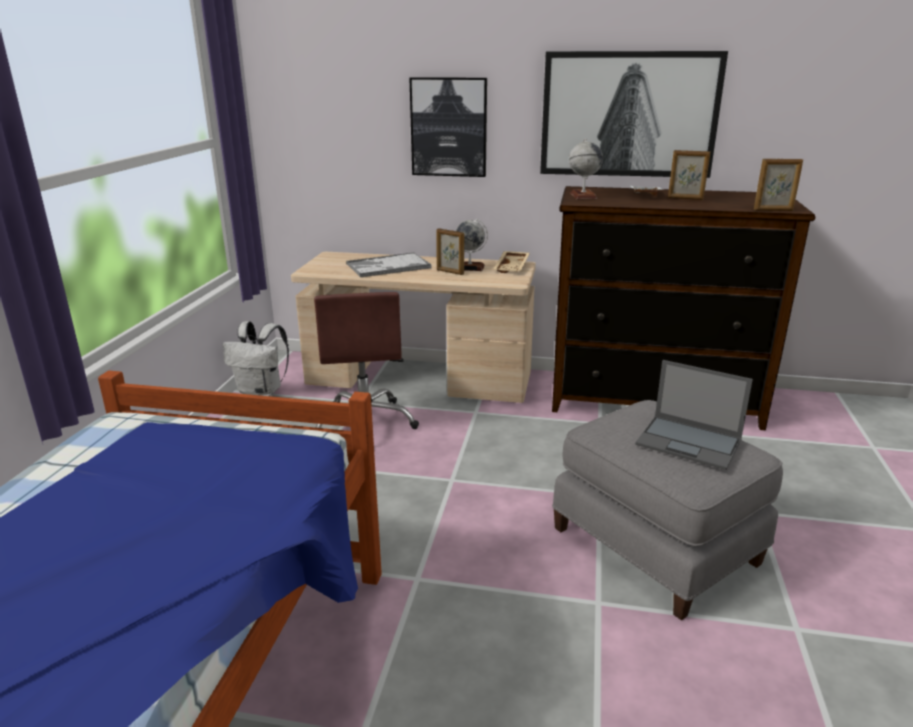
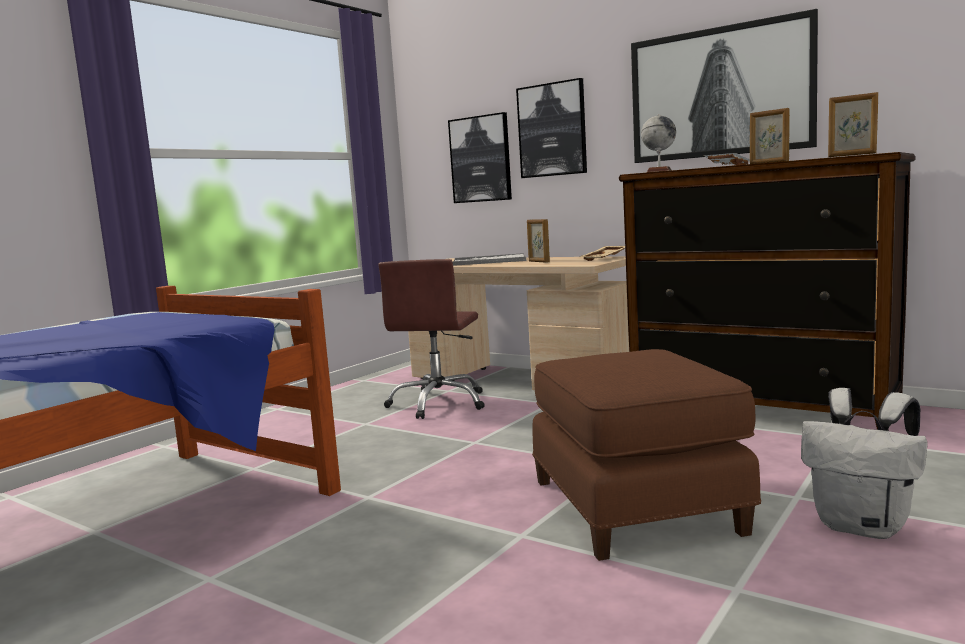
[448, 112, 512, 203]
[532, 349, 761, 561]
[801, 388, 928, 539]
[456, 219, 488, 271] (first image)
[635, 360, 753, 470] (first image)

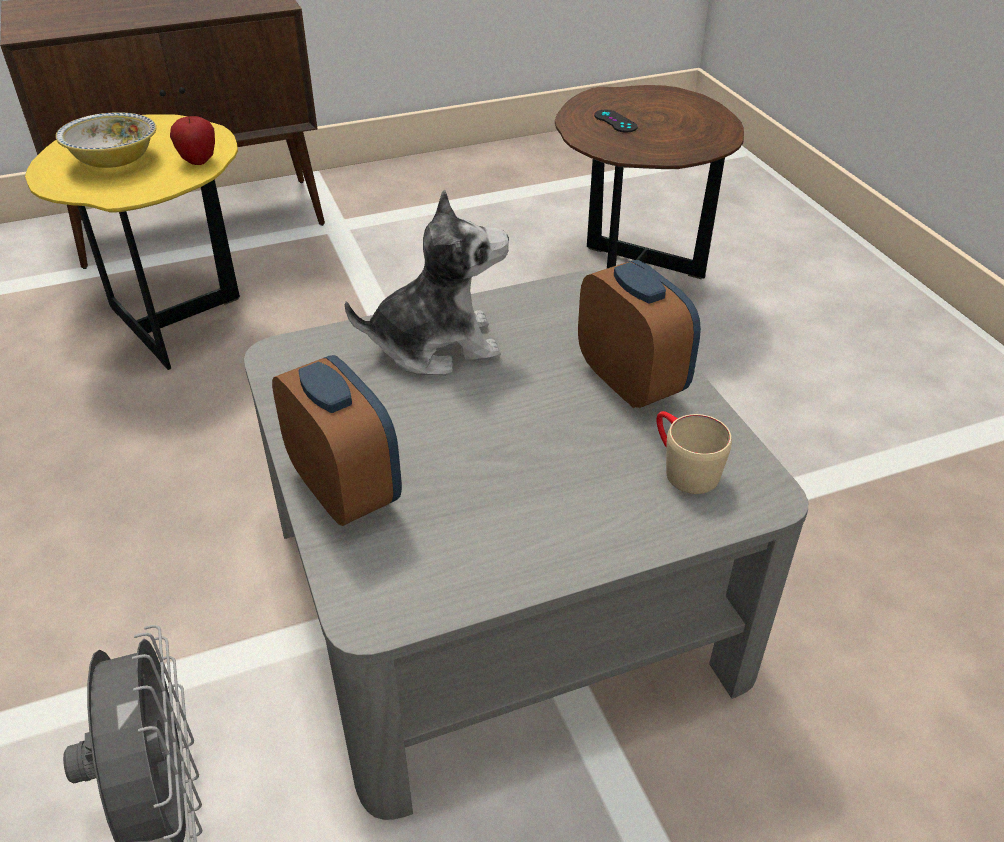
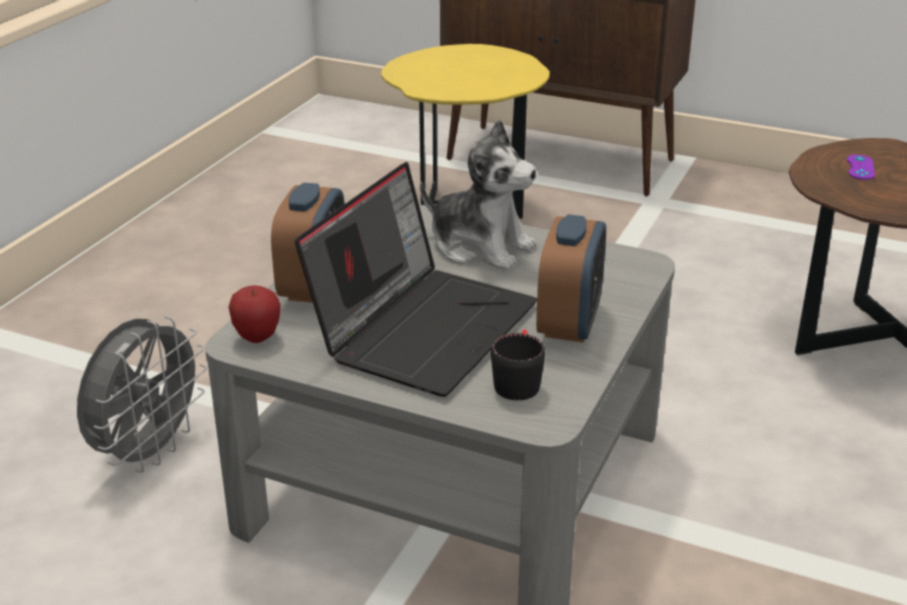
[228, 285, 281, 343]
[295, 162, 537, 397]
[491, 329, 545, 400]
[847, 155, 875, 180]
[56, 112, 156, 168] (first image)

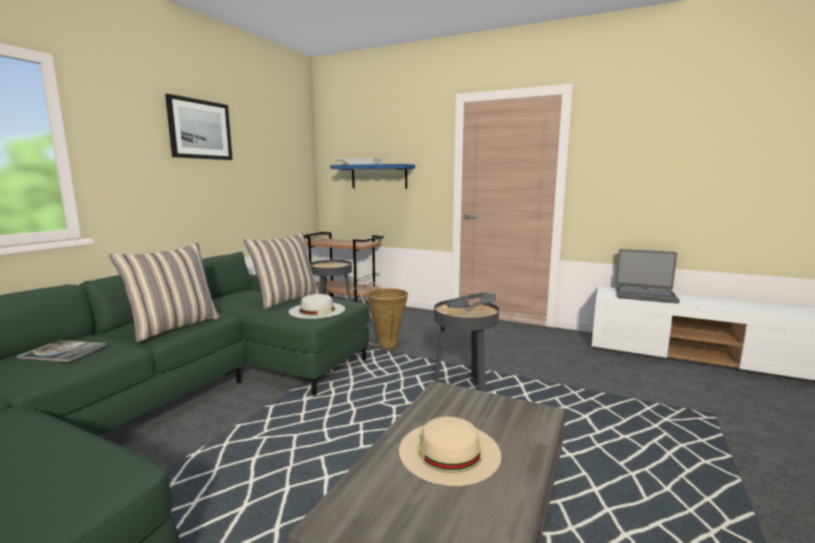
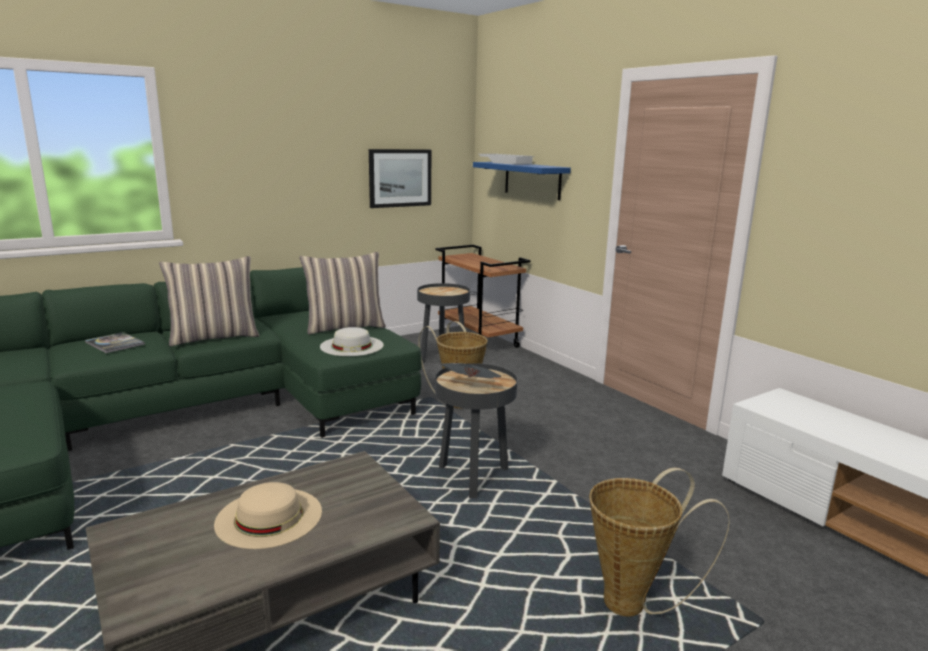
[369, 149, 431, 208]
[589, 468, 730, 617]
[615, 249, 680, 303] (first image)

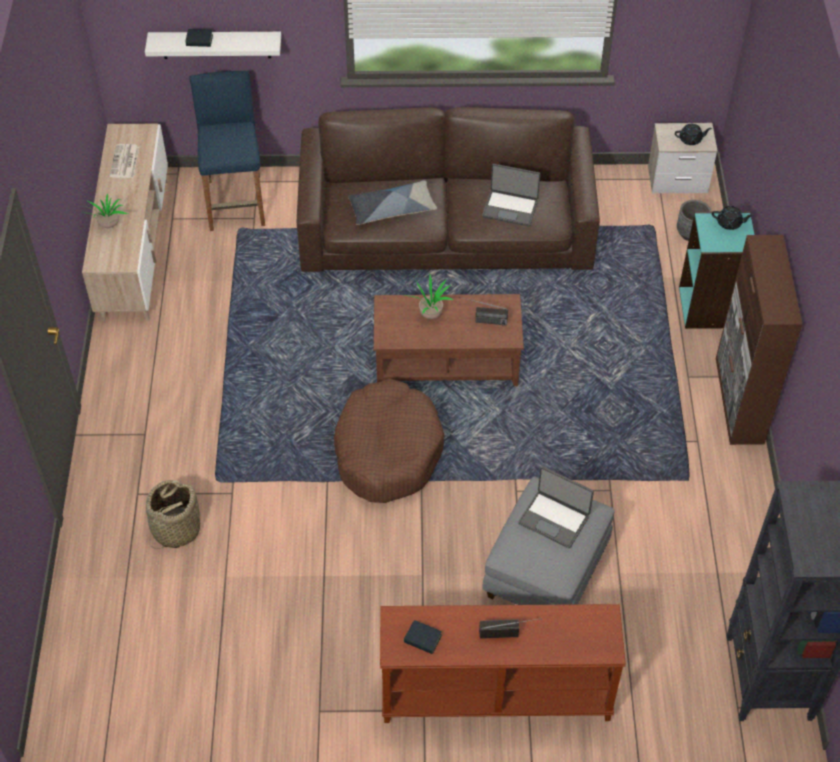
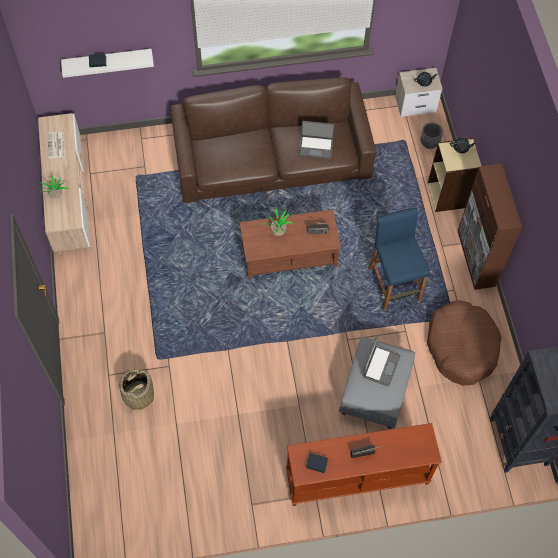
[362, 335, 401, 387]
[368, 208, 430, 311]
[427, 300, 501, 386]
[428, 138, 481, 212]
[348, 180, 437, 225] (first image)

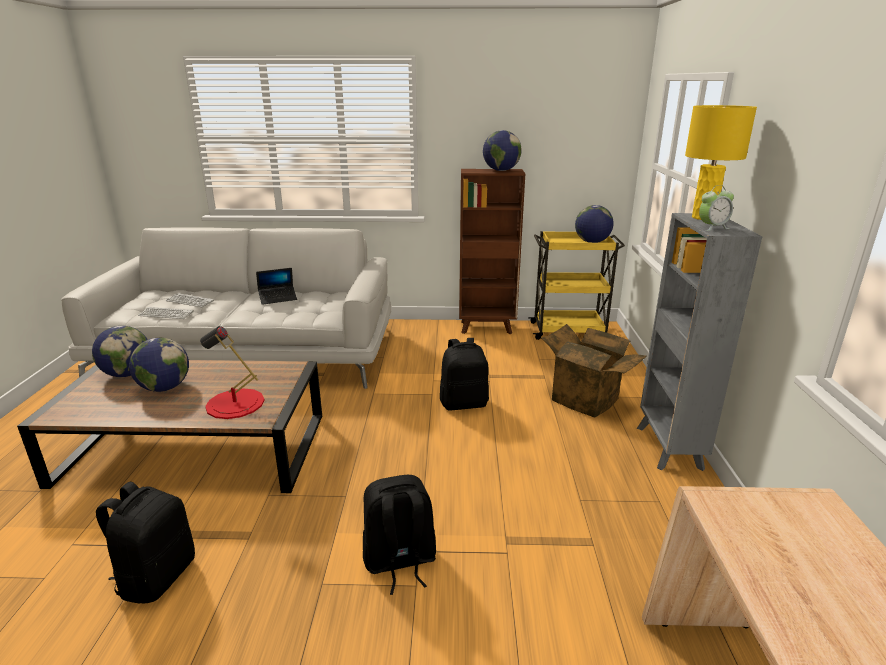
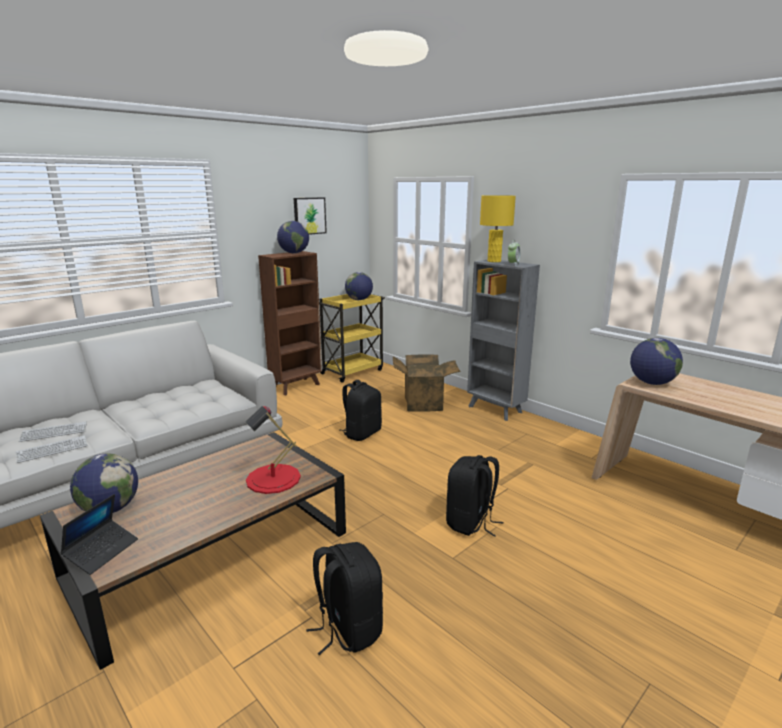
[60, 494, 138, 575]
[294, 197, 327, 235]
[630, 338, 683, 385]

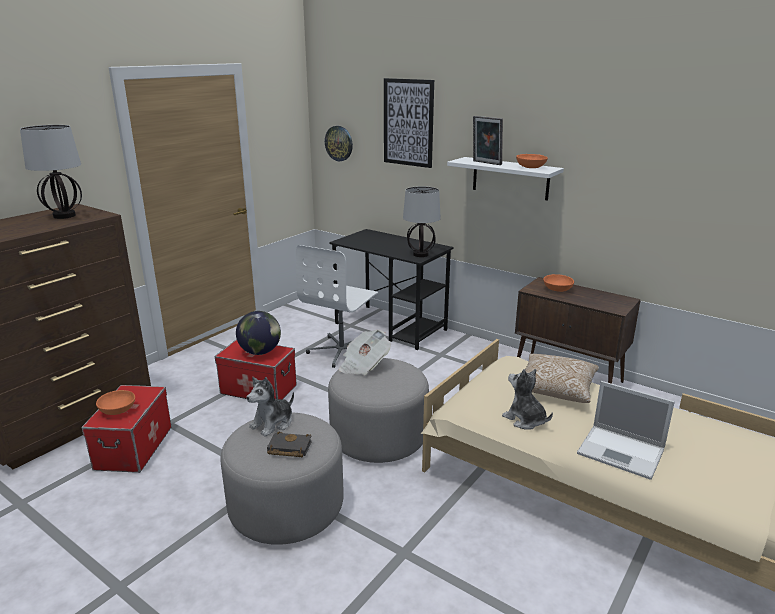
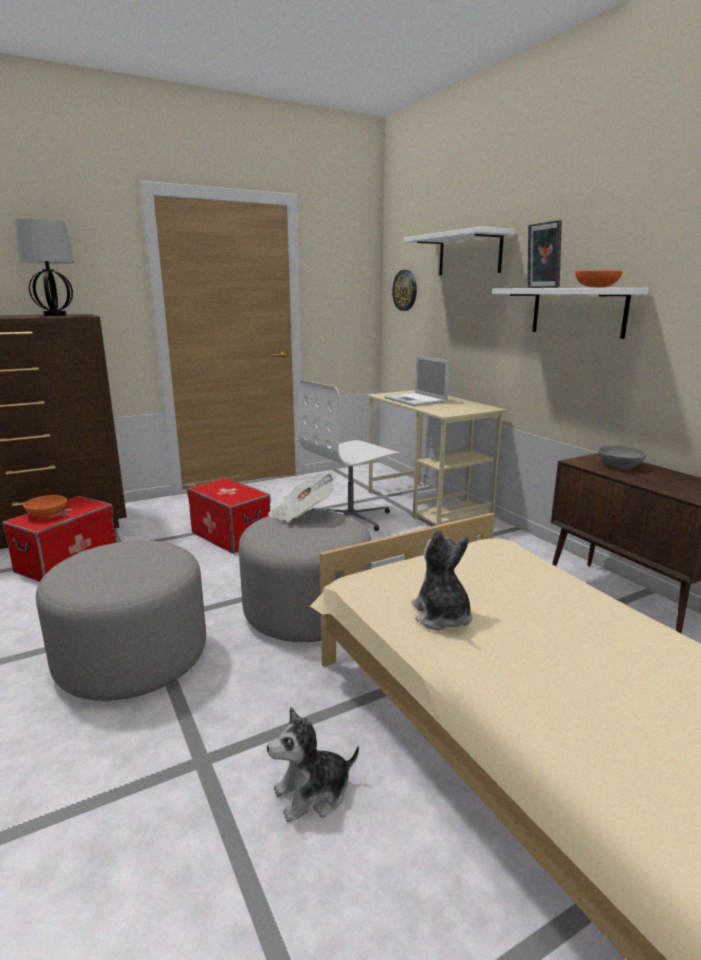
[267, 707, 359, 823]
[367, 390, 507, 526]
[385, 356, 450, 406]
[403, 227, 515, 275]
[598, 445, 646, 469]
[236, 311, 281, 355] (first image)
[267, 431, 312, 458] (first image)
[403, 186, 441, 257] (first image)
[525, 354, 599, 403] (first image)

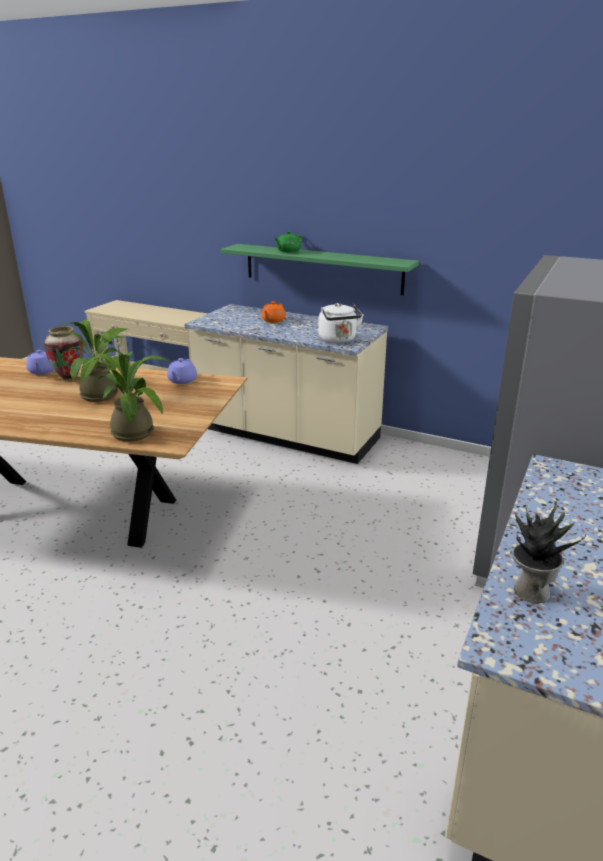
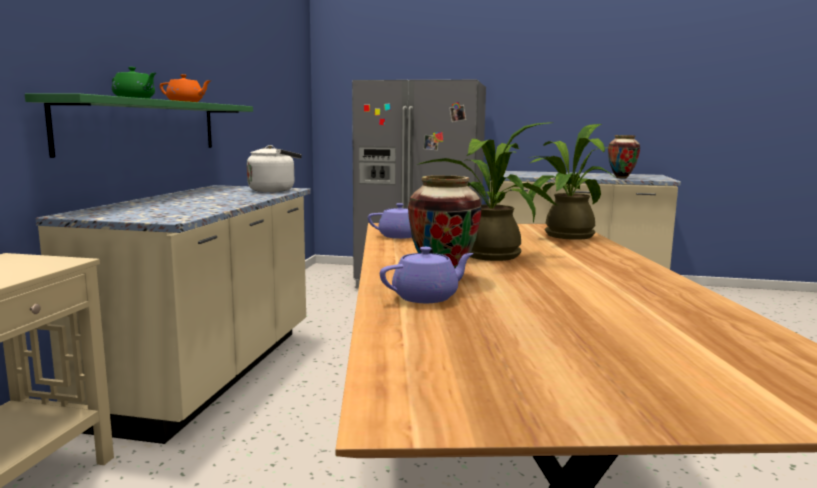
[160, 74, 212, 102]
[608, 135, 640, 179]

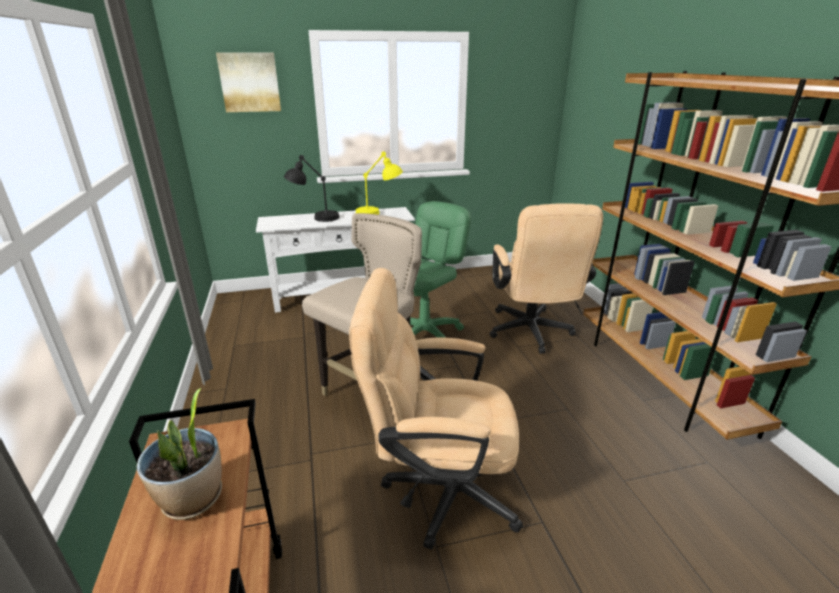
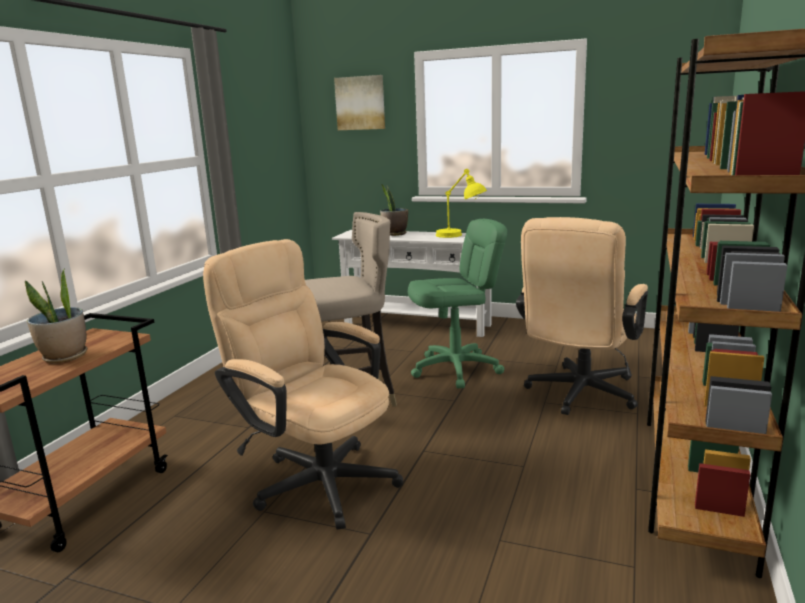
[380, 184, 408, 236]

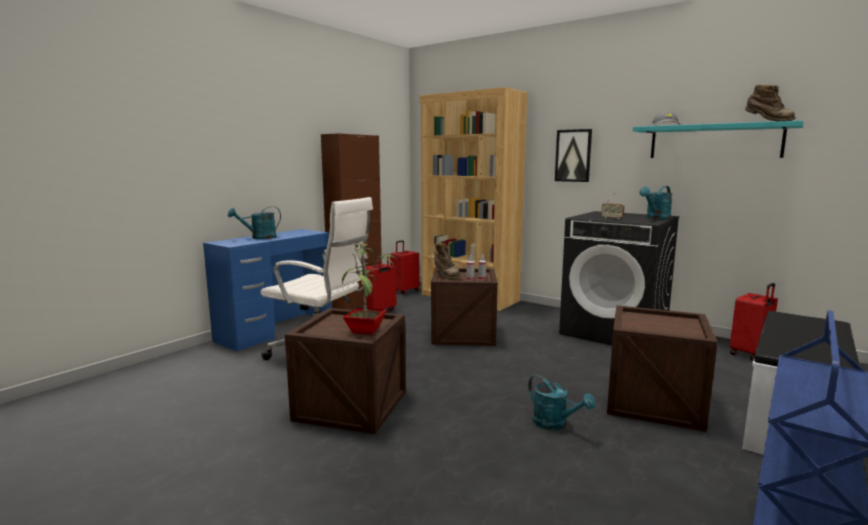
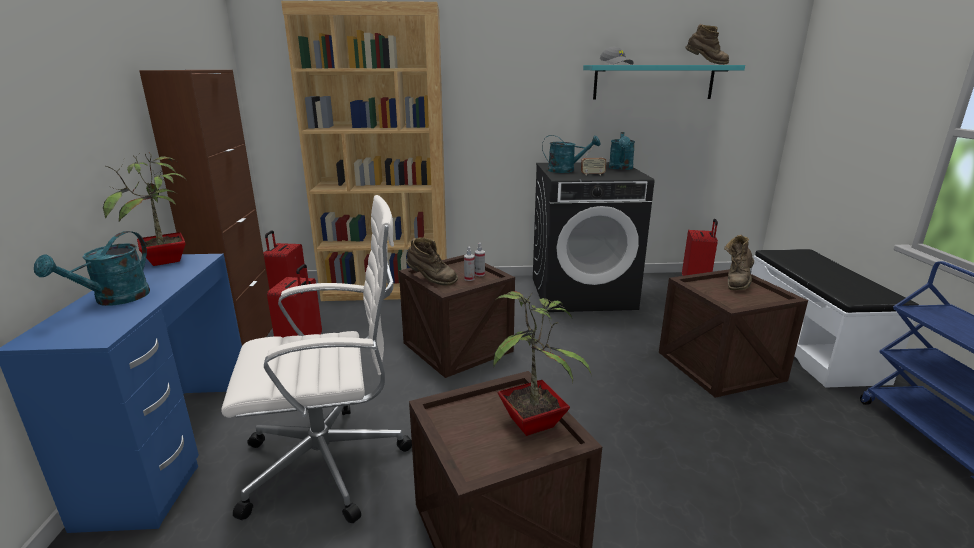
[103, 154, 186, 266]
[542, 135, 601, 173]
[724, 235, 754, 290]
[555, 129, 592, 182] (first image)

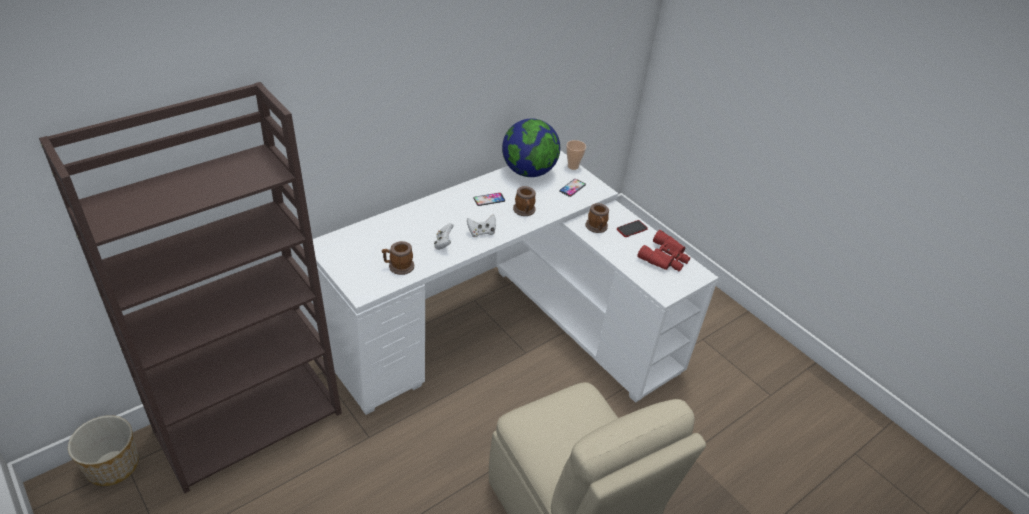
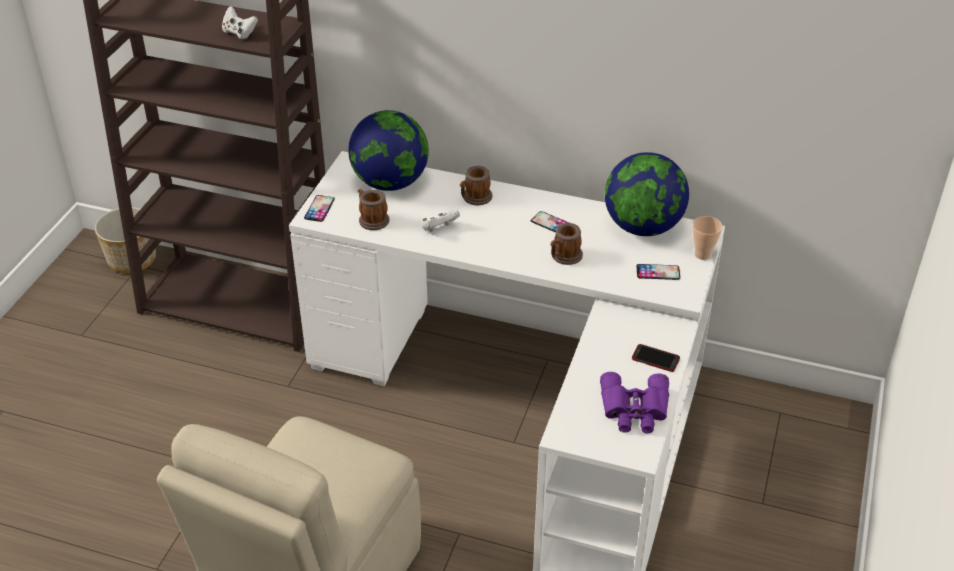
[222, 6, 258, 39]
[304, 195, 335, 222]
[348, 110, 429, 191]
[460, 166, 492, 205]
[600, 372, 669, 433]

